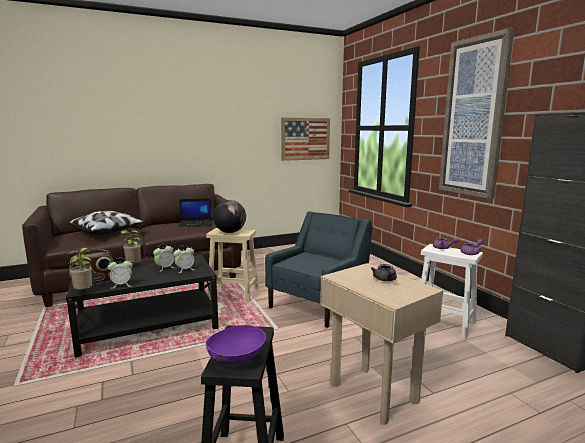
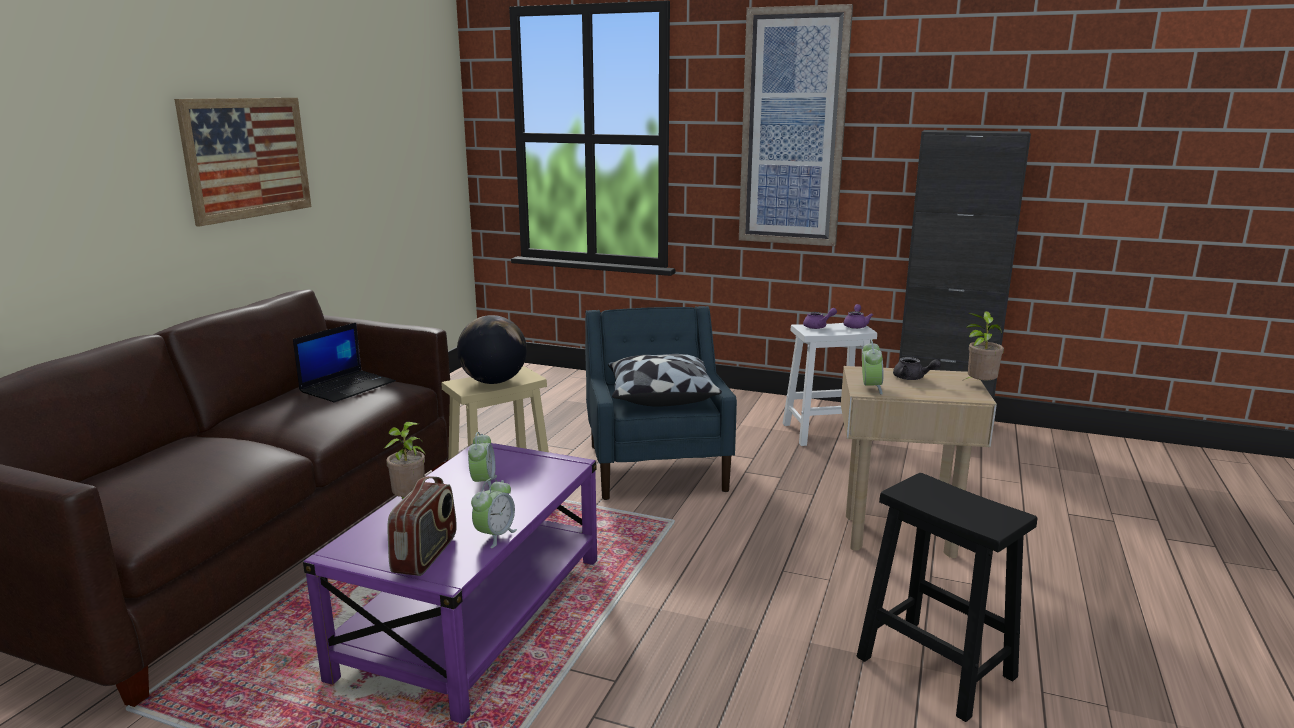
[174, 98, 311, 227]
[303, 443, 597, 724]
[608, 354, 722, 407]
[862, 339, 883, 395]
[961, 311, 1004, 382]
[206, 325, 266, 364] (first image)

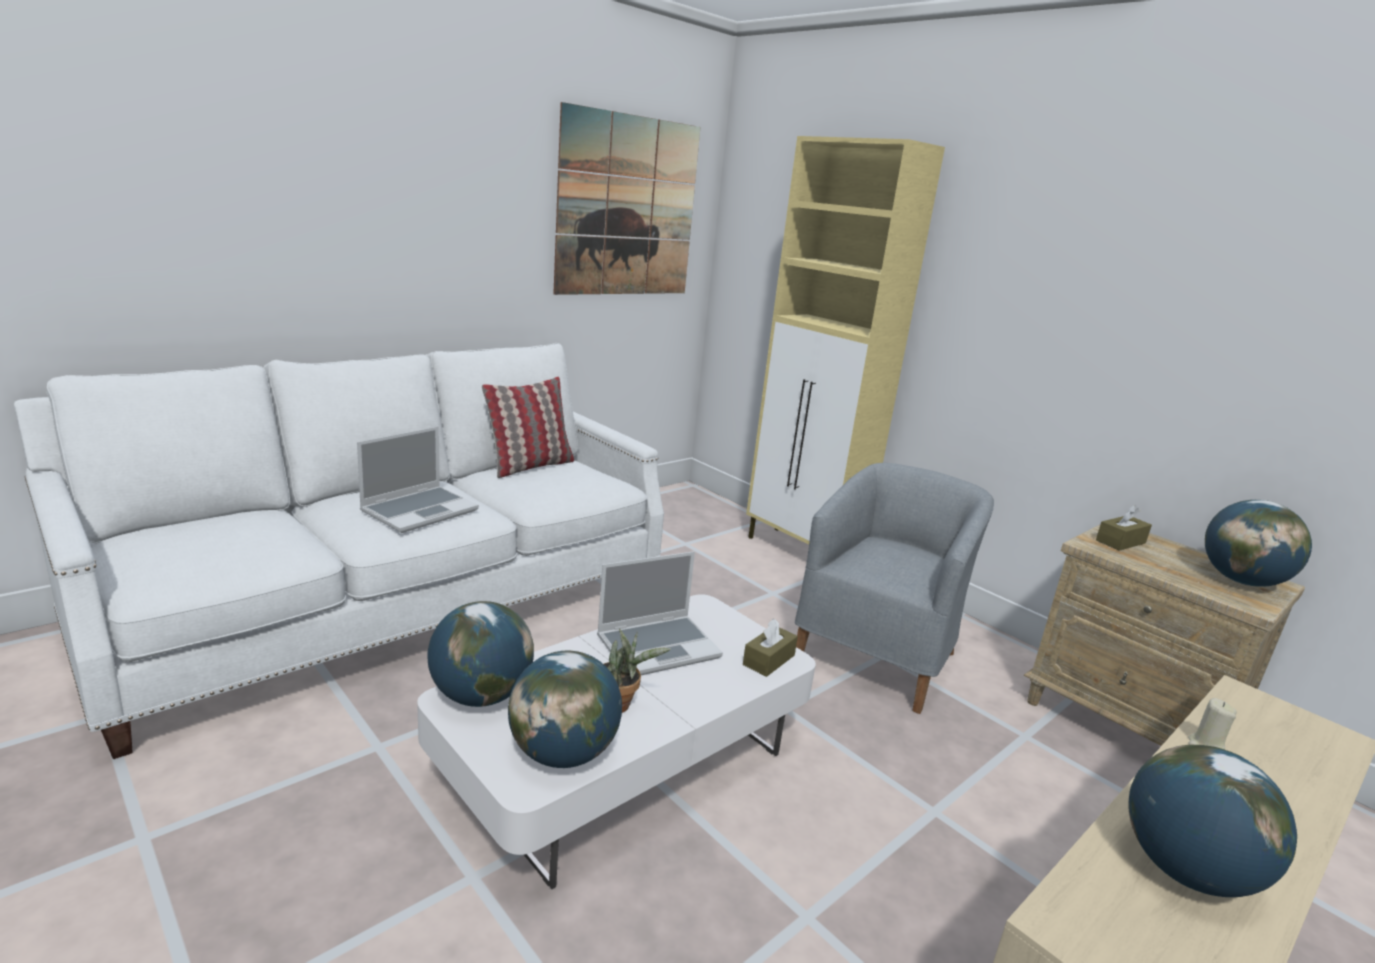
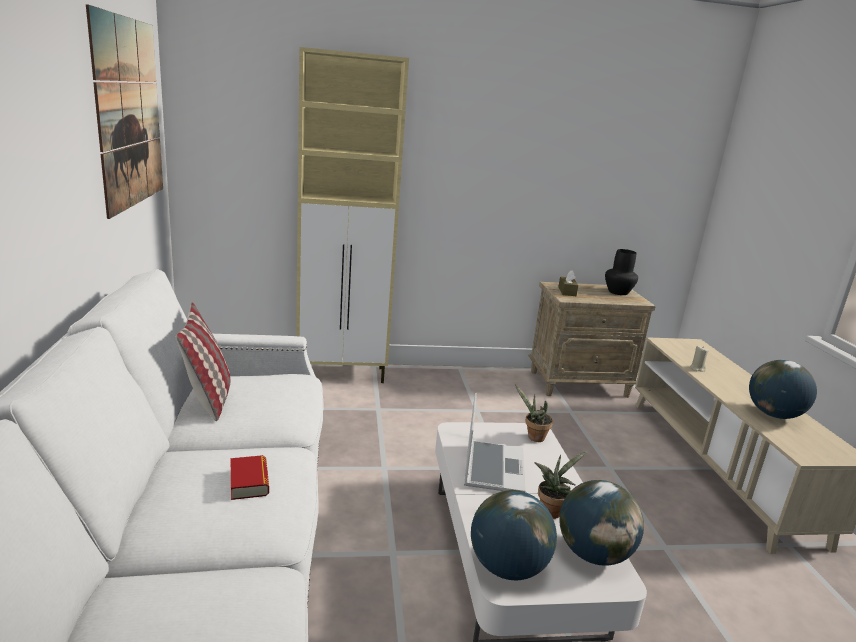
[231, 455, 269, 500]
[515, 385, 553, 442]
[605, 249, 638, 295]
[795, 463, 994, 714] (first image)

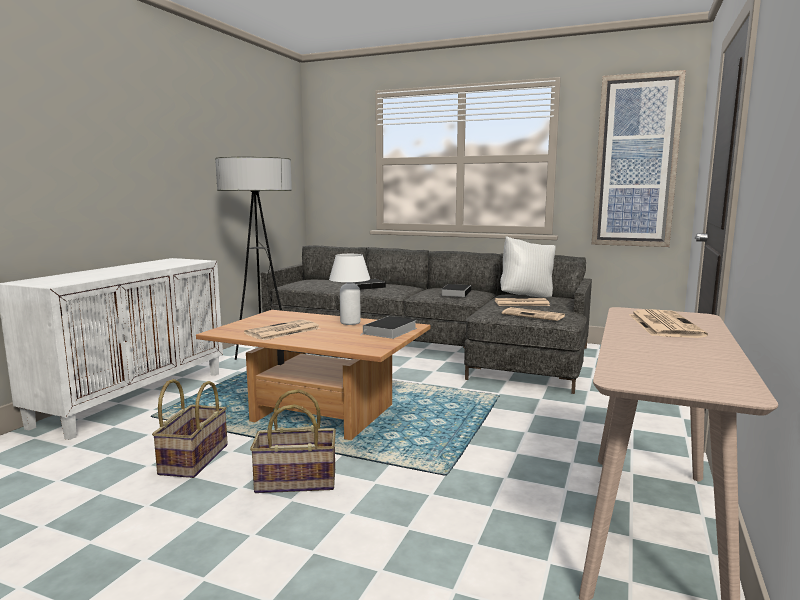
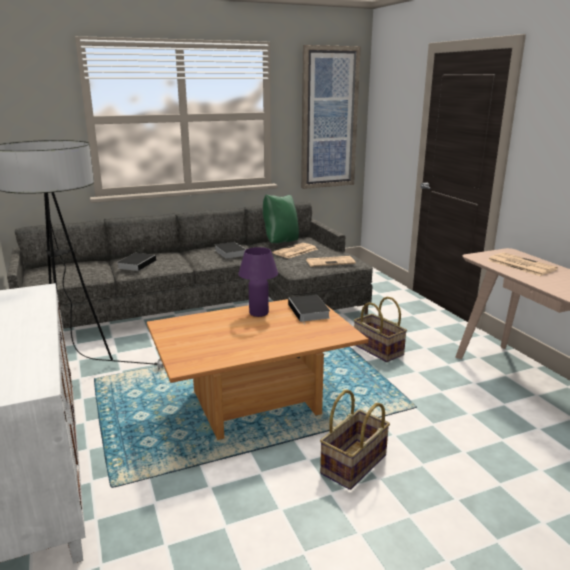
[238, 247, 278, 317]
[263, 194, 299, 243]
[354, 297, 407, 362]
[244, 319, 321, 341] (first image)

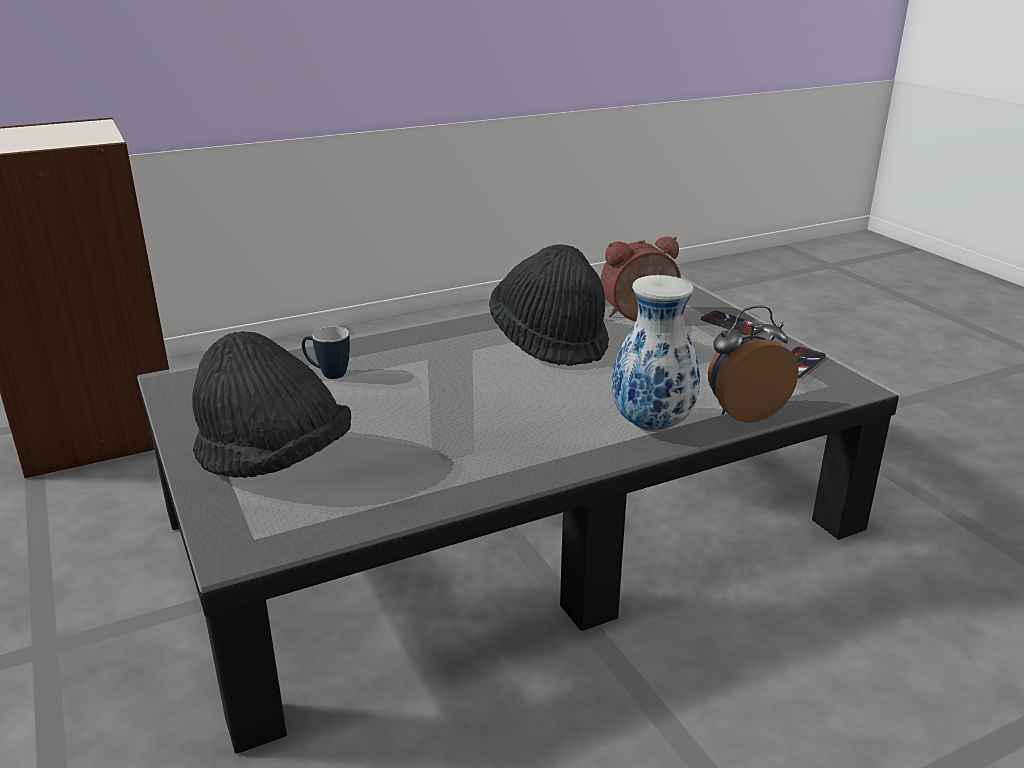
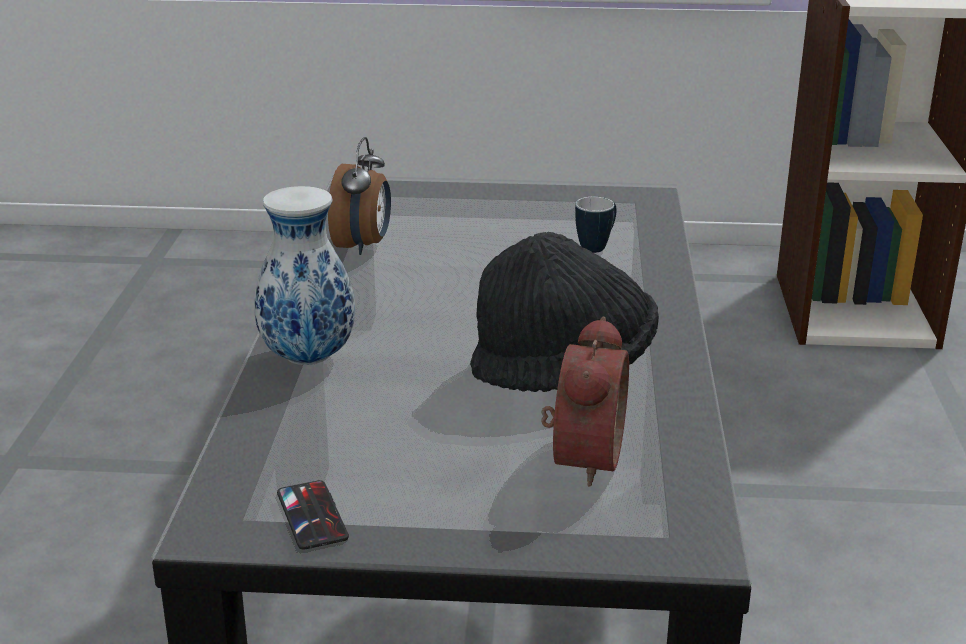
[328, 137, 391, 255]
[192, 331, 351, 478] (first image)
[701, 311, 764, 336] (first image)

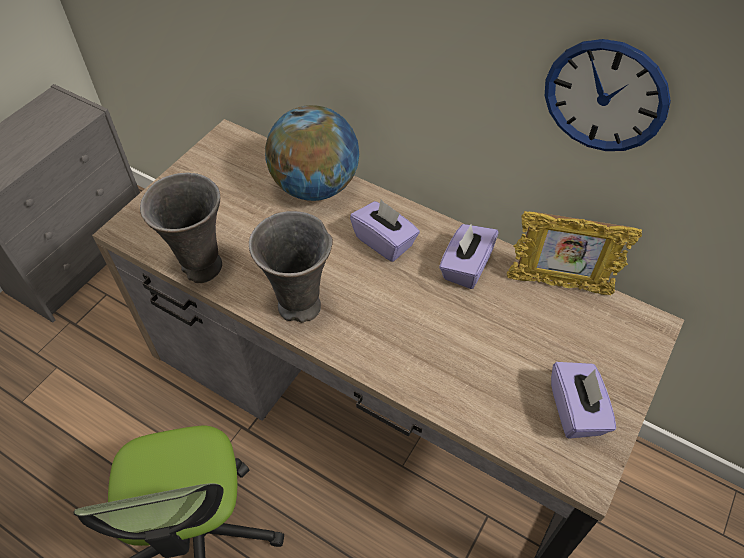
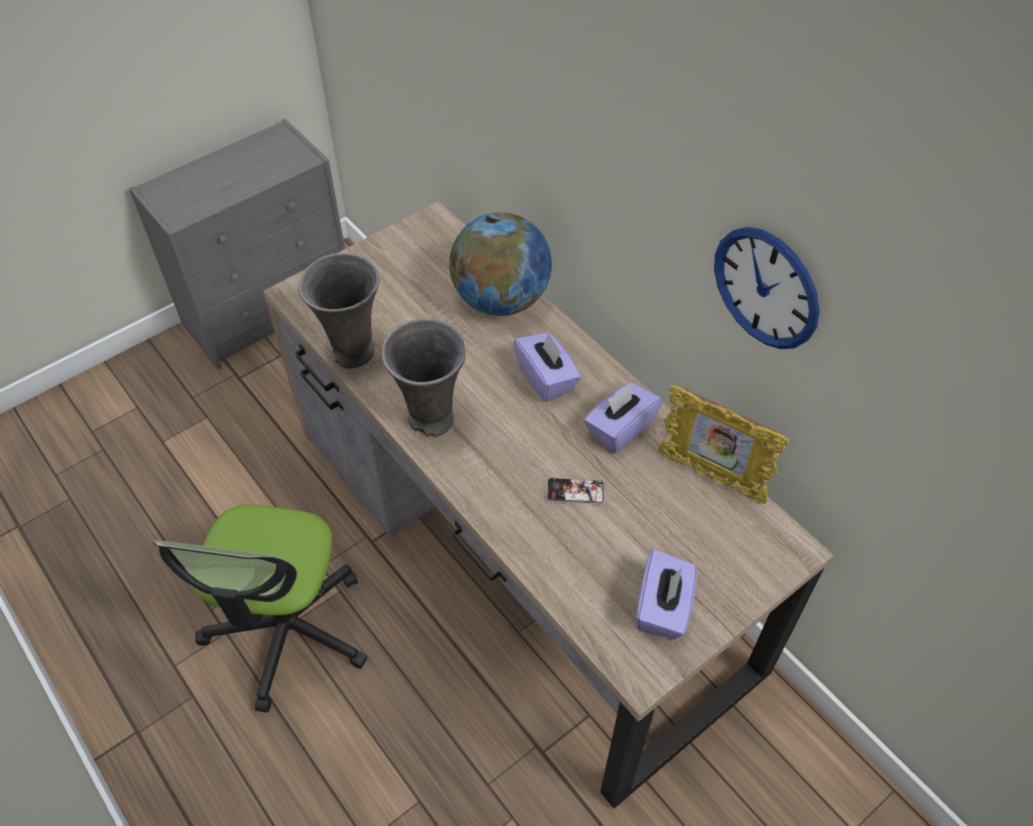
[547, 478, 604, 505]

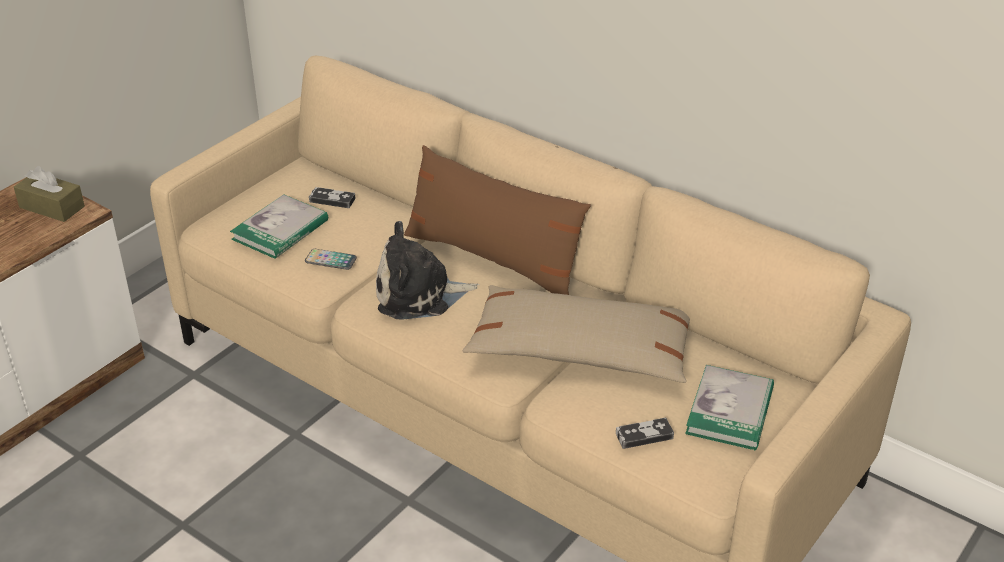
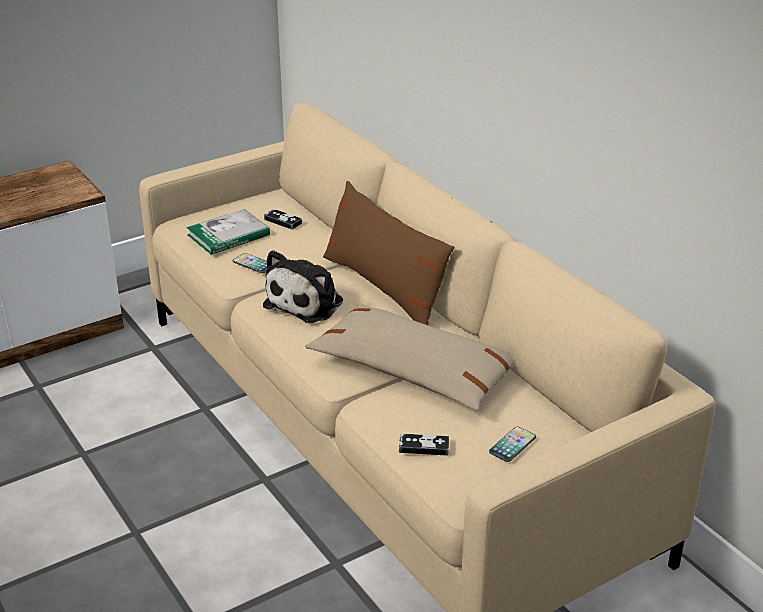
[263, 250, 343, 323]
[489, 427, 536, 462]
[14, 166, 85, 222] (first image)

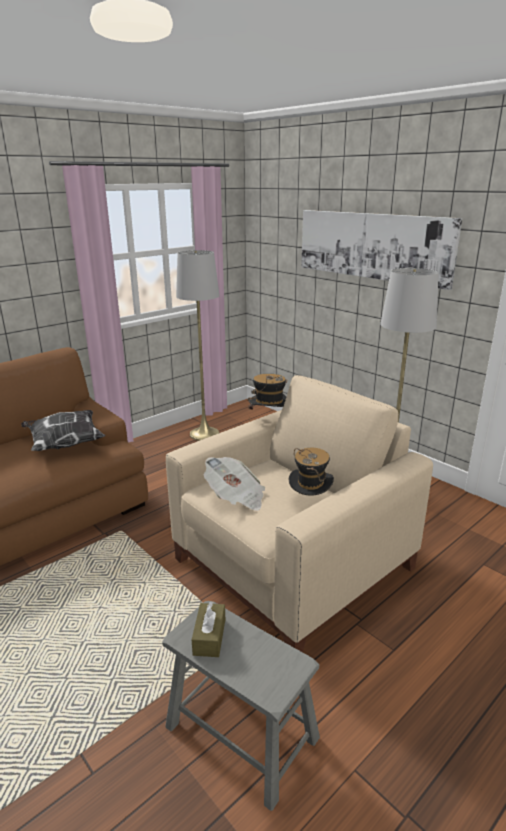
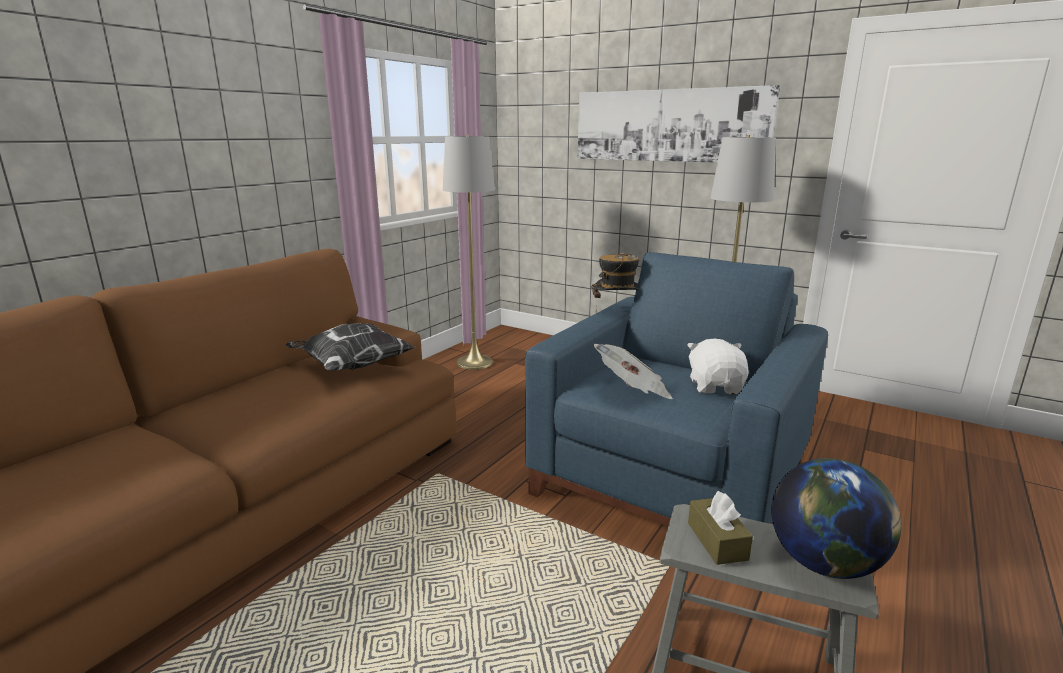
[525, 252, 828, 526]
[687, 338, 749, 394]
[771, 458, 901, 579]

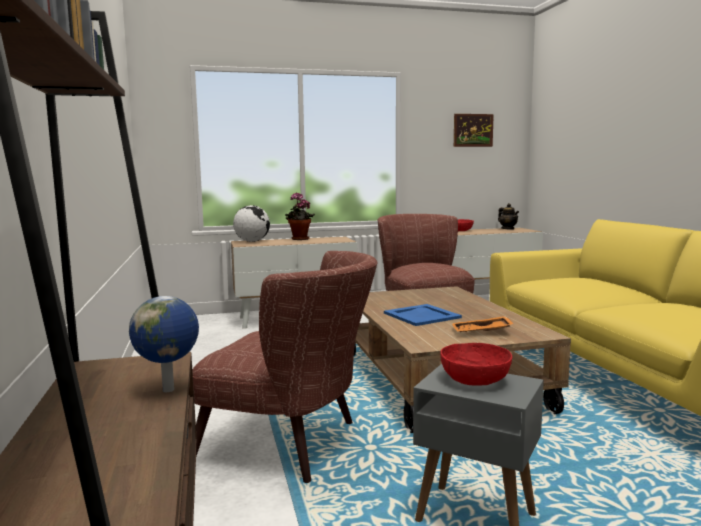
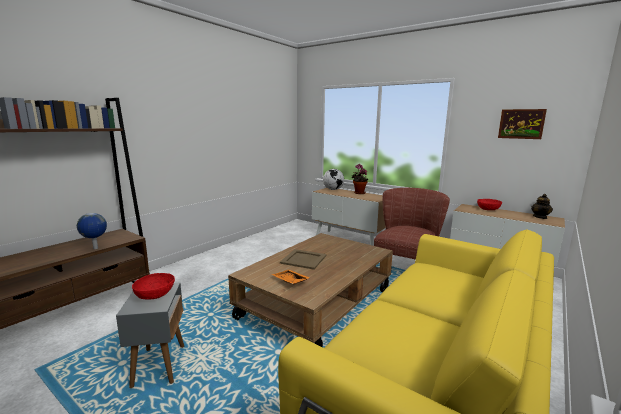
[280, 249, 326, 270]
[192, 251, 378, 483] (first image)

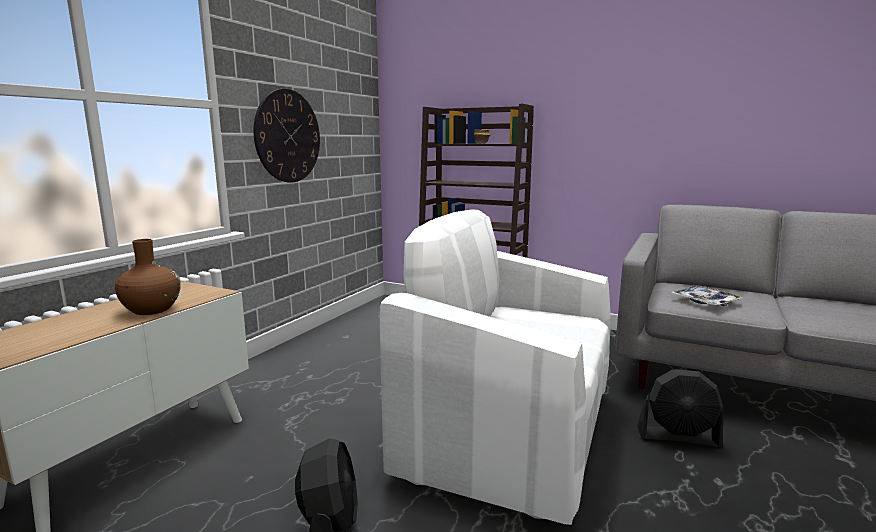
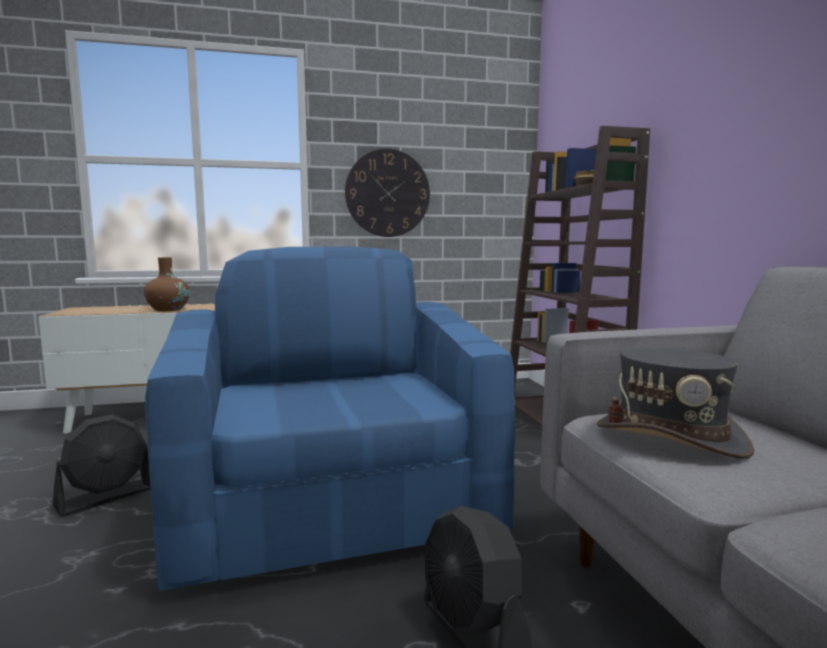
[145, 247, 515, 591]
[597, 347, 754, 459]

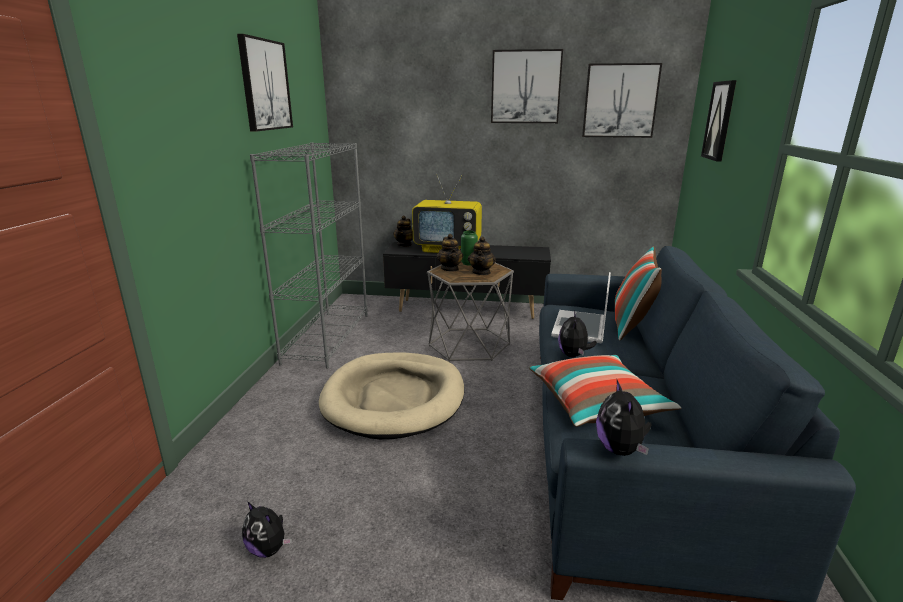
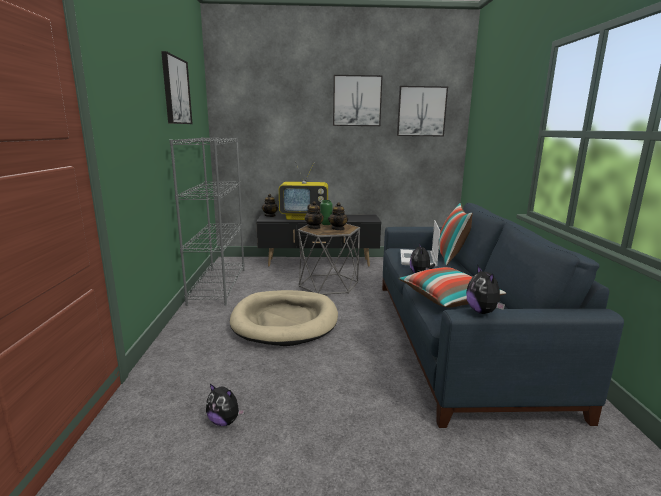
[701, 80, 736, 162] (first image)

